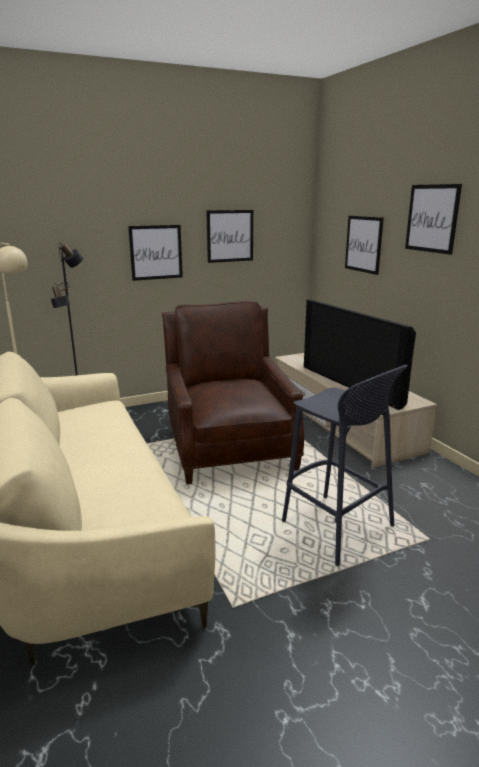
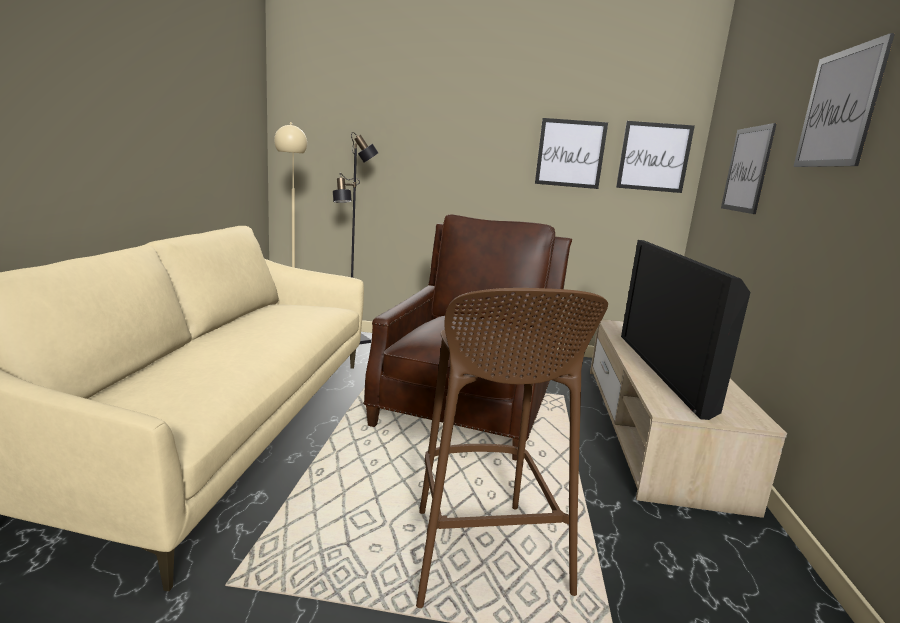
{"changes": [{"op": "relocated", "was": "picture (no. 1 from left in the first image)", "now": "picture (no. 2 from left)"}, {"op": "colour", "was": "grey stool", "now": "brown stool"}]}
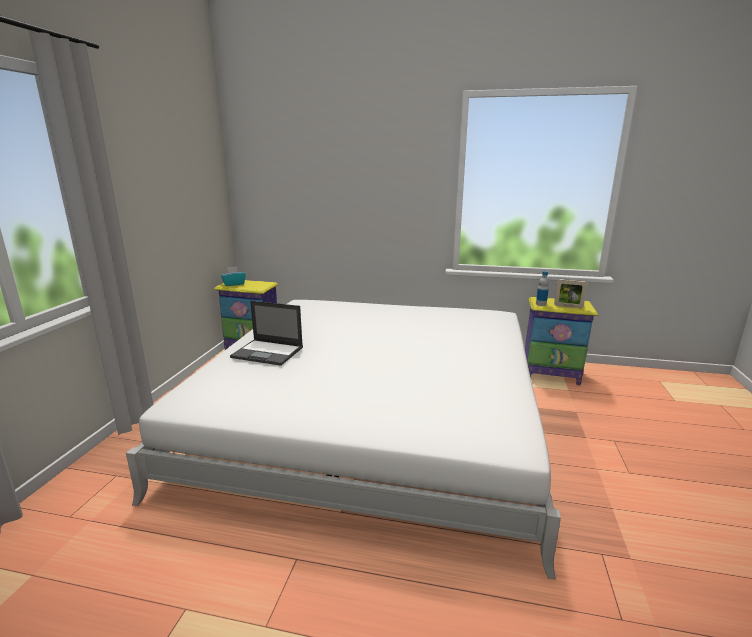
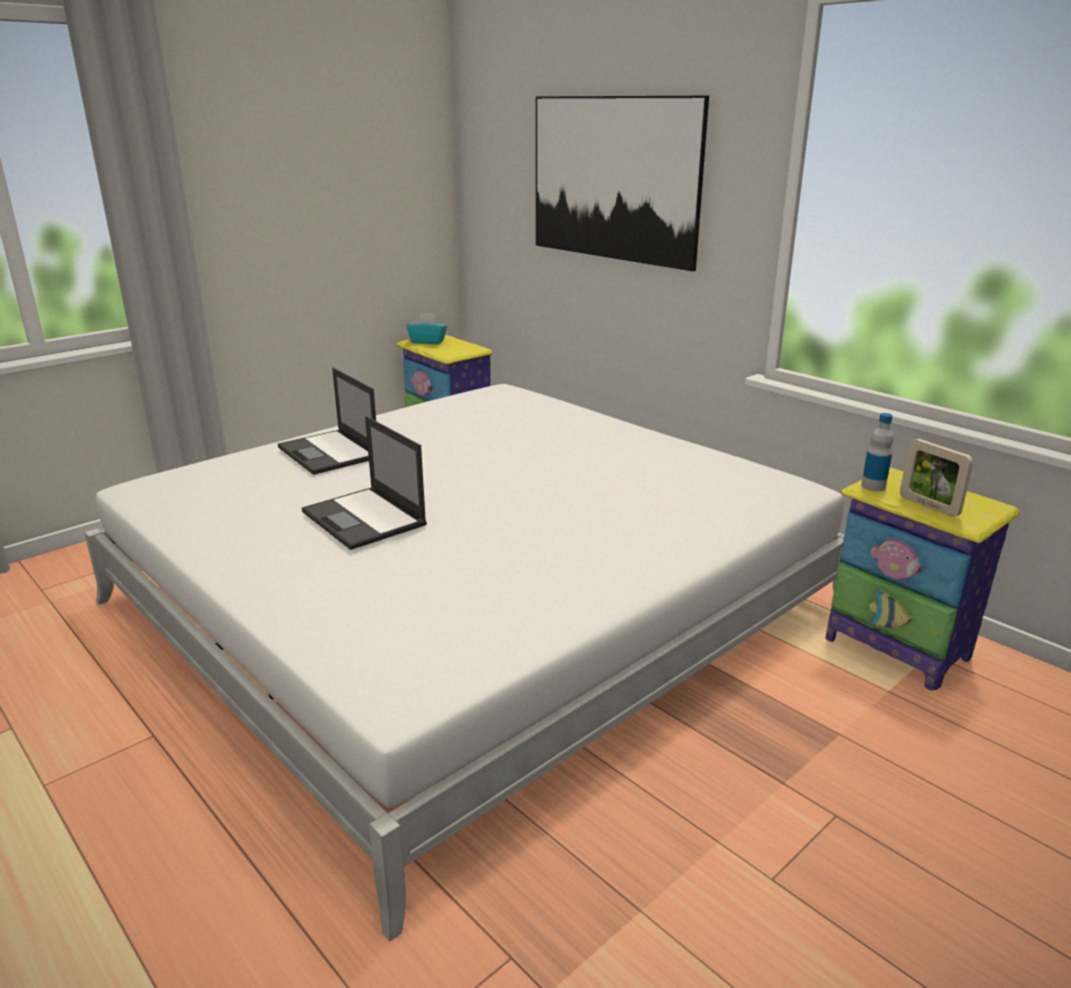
{"changes": [{"op": "appeared", "now": "laptop (no. 2 from left)"}, {"op": "appeared", "now": "picture"}]}
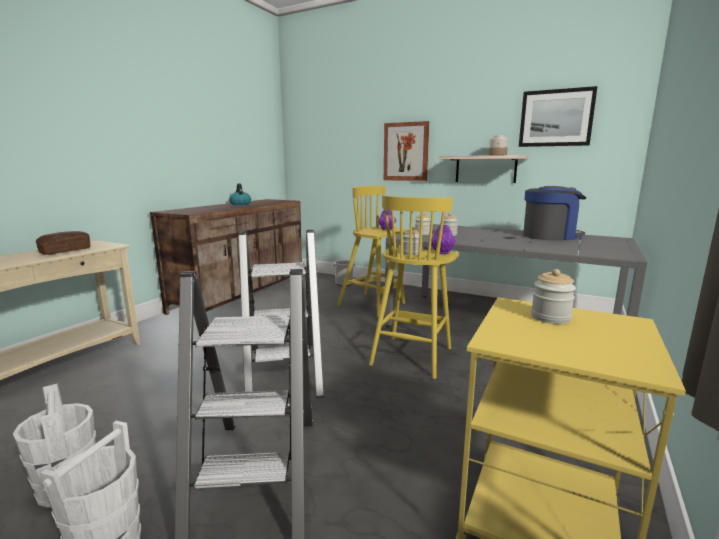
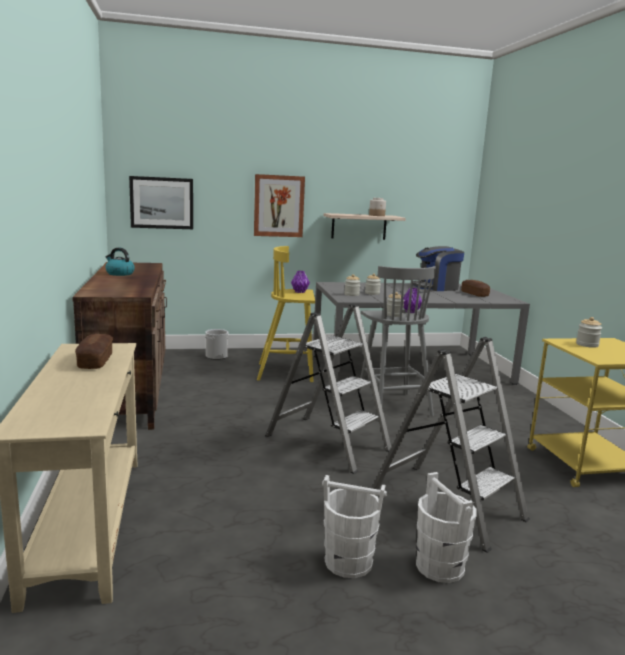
{"changes": [{"op": "colour", "was": "yellow stool (no. 2 from left)", "now": "grey stool"}, {"op": "relocated", "was": "picture (no. 2 from left in the first image)", "now": "picture (no. 1 from left)"}, {"op": "spun", "was": "coffee machine", "clockwise": -150}, {"op": "appeared", "now": "bread (no. 2 from left)"}]}
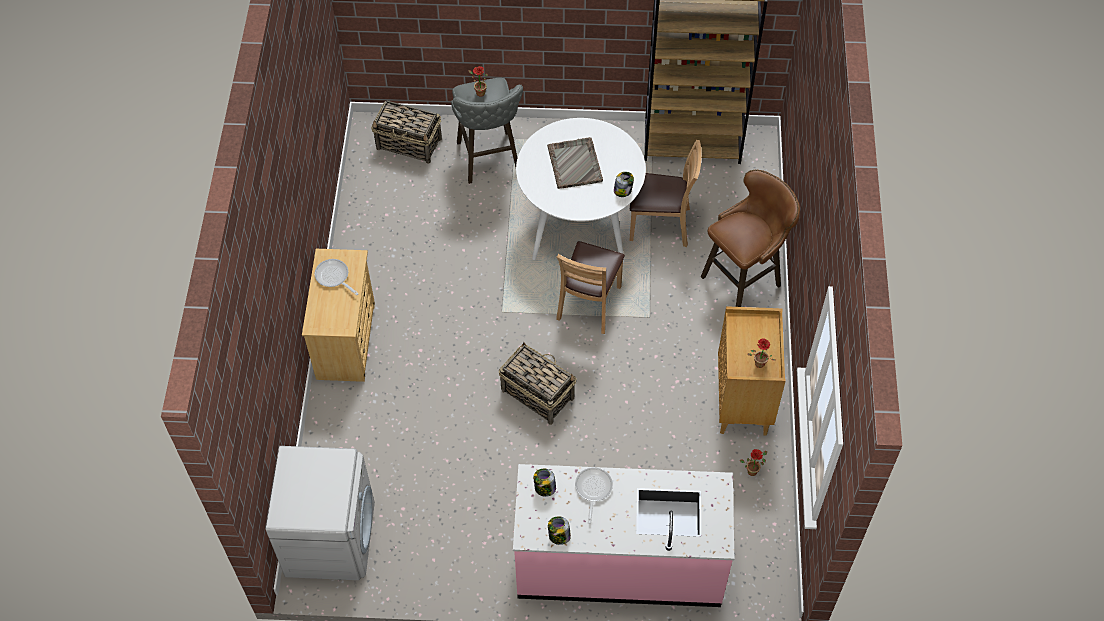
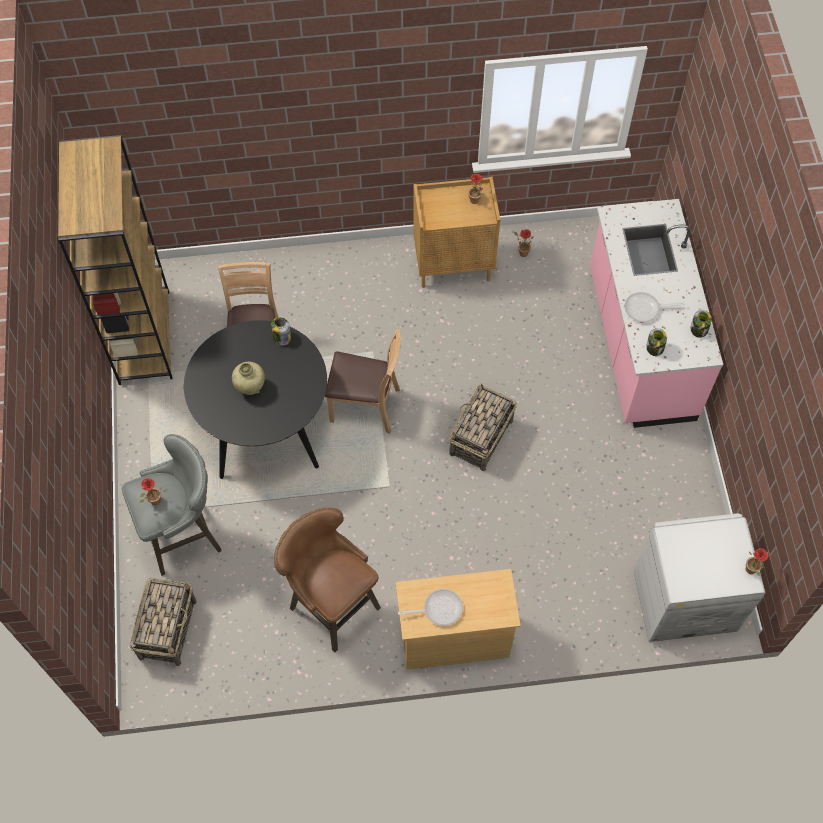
{"changes": [{"op": "spun", "was": "frying pan (no. 1 from left)", "clockwise": -135}, {"op": "colour", "was": "white dining table", "now": "black dining table"}, {"op": "exchanged", "was": "grey tray", "now": "beige vase"}, {"op": "relocated", "was": "brown stool"}, {"op": "appeared", "now": "potted plant (no. 4 from left)"}]}
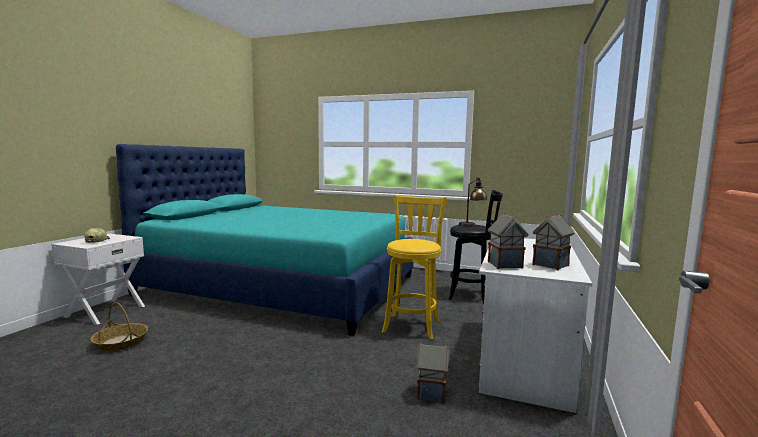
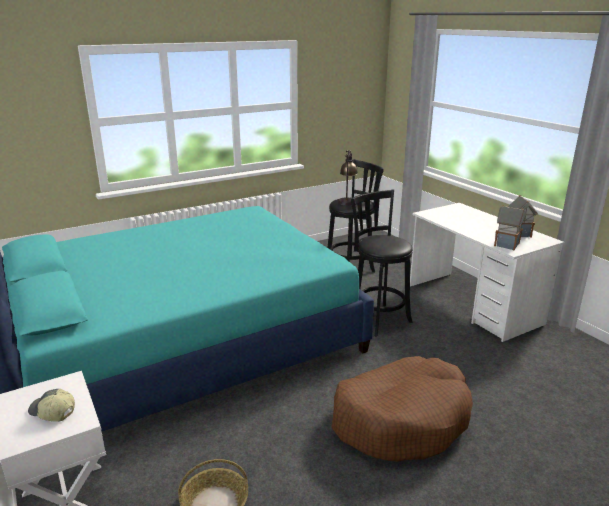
{"changes": [{"op": "colour", "was": "yellow stool", "now": "black stool (no. 2 from left)"}, {"op": "missing", "was": "toy house (no. 1 from left)"}, {"op": "appeared", "now": "brown dog bed"}]}
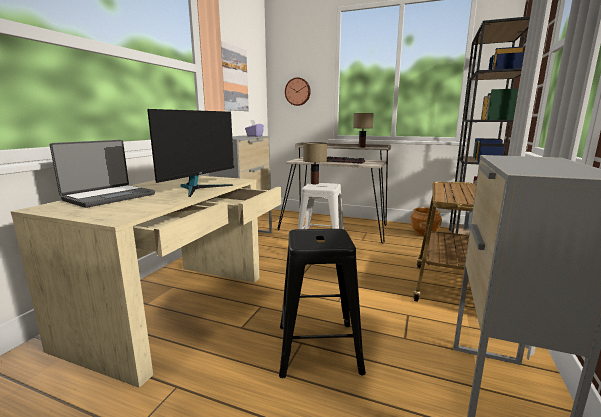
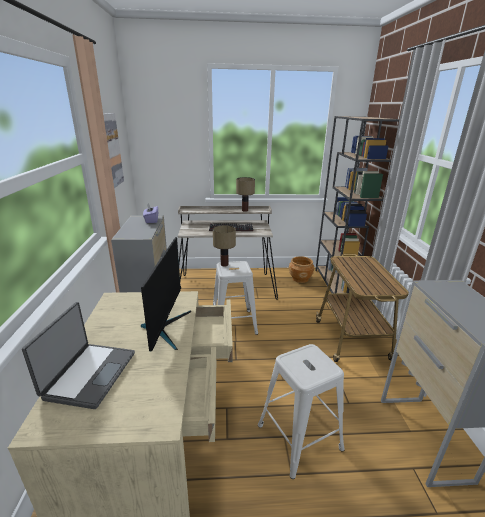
{"changes": [{"op": "colour", "was": "black stool", "now": "white stool (no. 2 from left)"}, {"op": "missing", "was": "wall clock"}]}
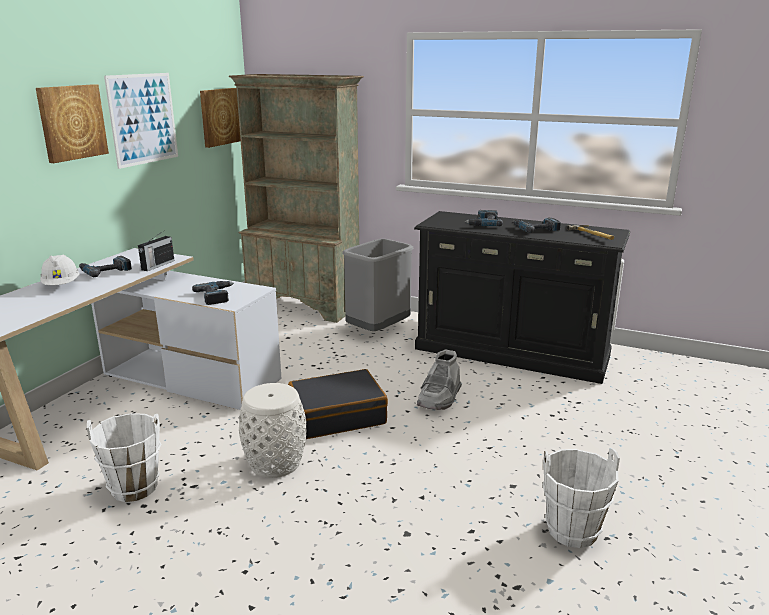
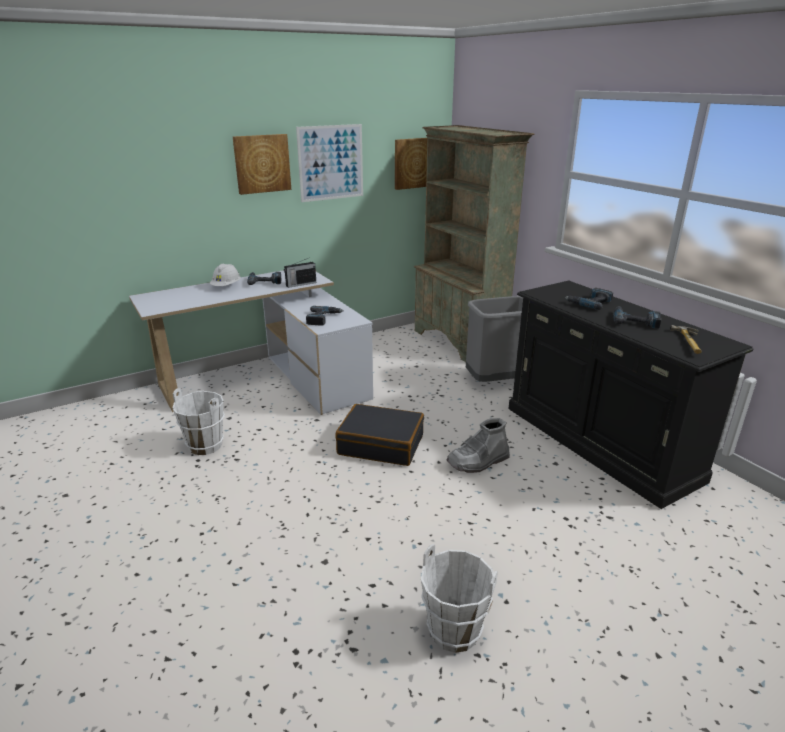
{"changes": [{"op": "missing", "was": "white stool"}]}
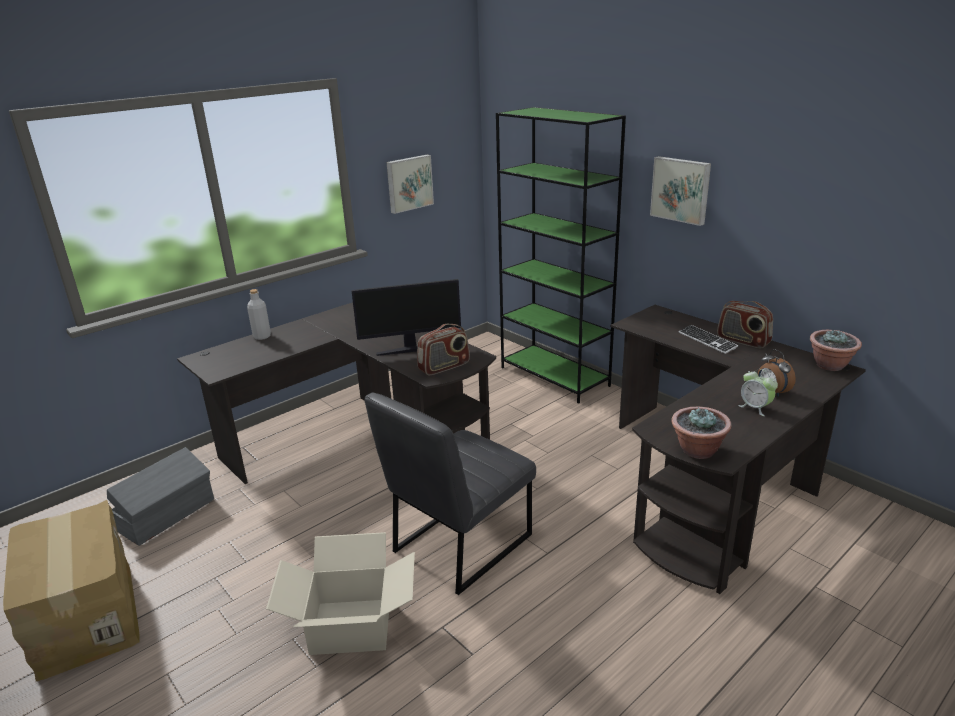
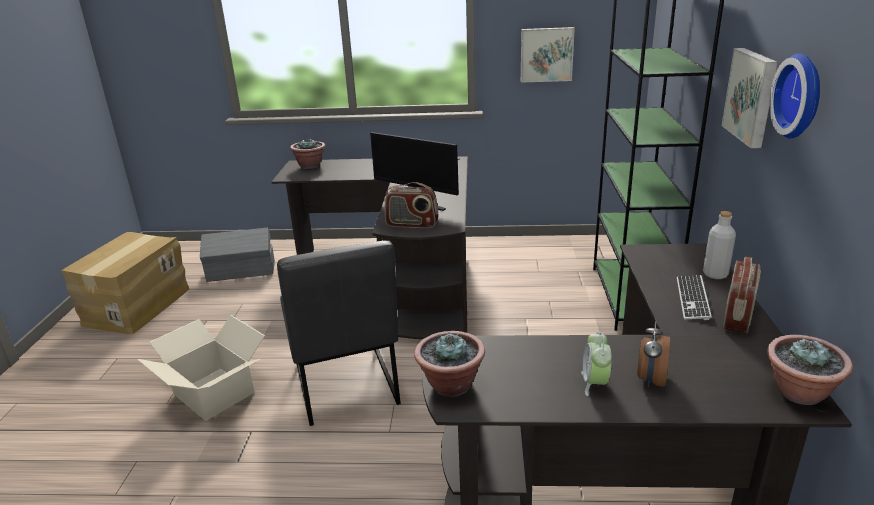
{"changes": [{"op": "relocated", "was": "grey bottle"}, {"op": "spun", "was": "grey chair", "clockwise": -105}, {"op": "spun", "was": "radio (no. 2 from left)", "clockwise": -150}, {"op": "appeared", "now": "potted plant (no. 1 from left)"}, {"op": "appeared", "now": "wall clock"}]}
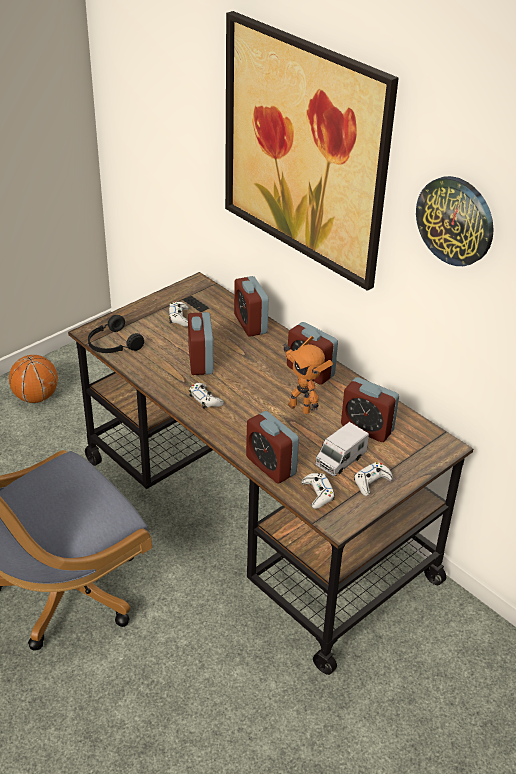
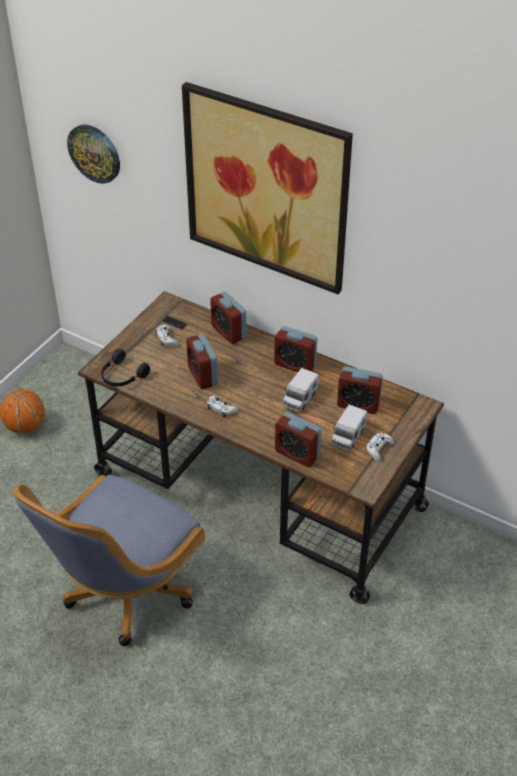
{"changes": [{"op": "exchanged", "was": "toy robot", "now": "toy truck (no. 1 from left)"}, {"op": "missing", "was": "white game controller (no. 3 from left)"}, {"op": "relocated", "was": "wall clock"}]}
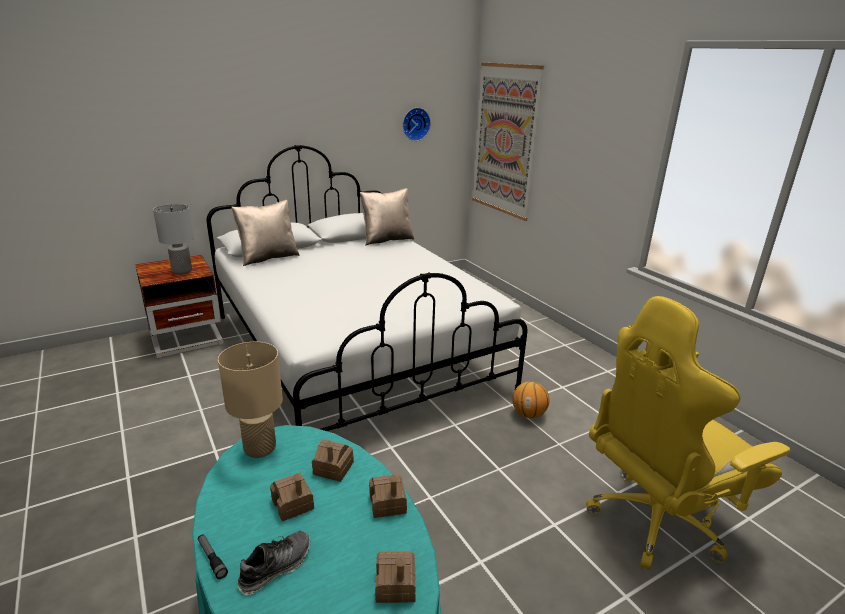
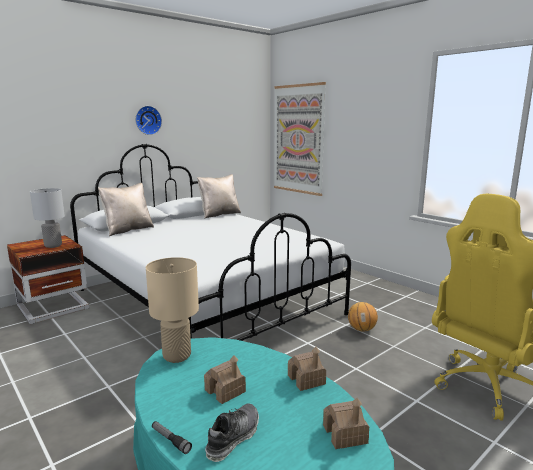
{"changes": [{"op": "missing", "was": "toy house (no. 2 from left)"}, {"op": "relocated", "was": "wall clock"}]}
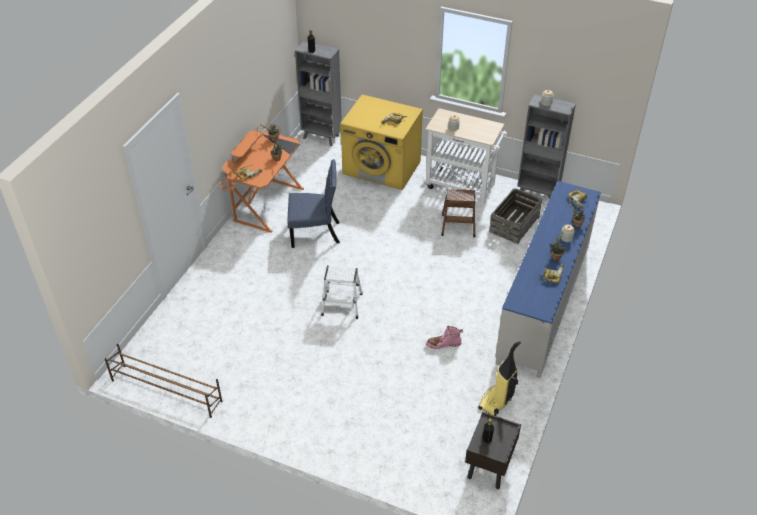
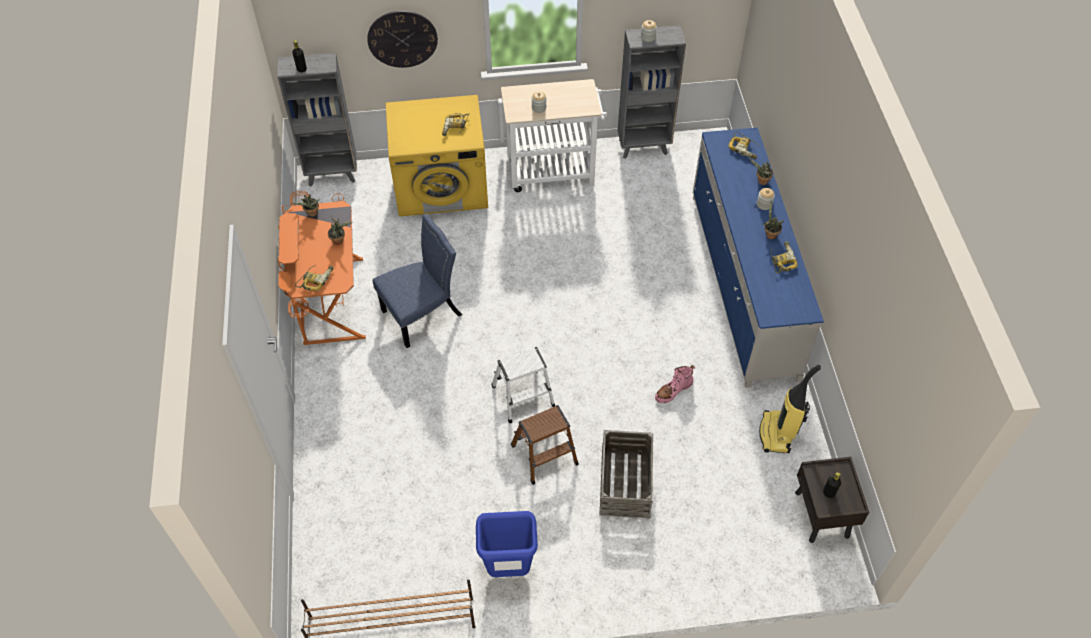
{"changes": [{"op": "relocated", "was": "brown step ladder"}, {"op": "relocated", "was": "crate"}, {"op": "appeared", "now": "wall clock"}, {"op": "appeared", "now": "blue trash can"}]}
